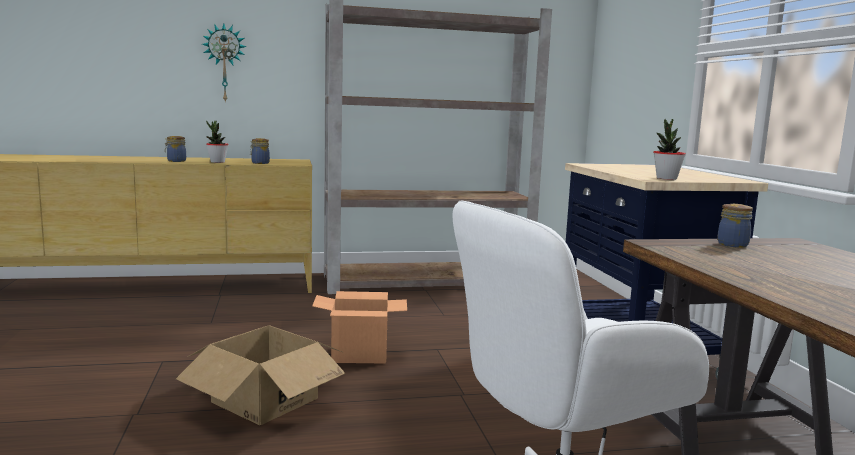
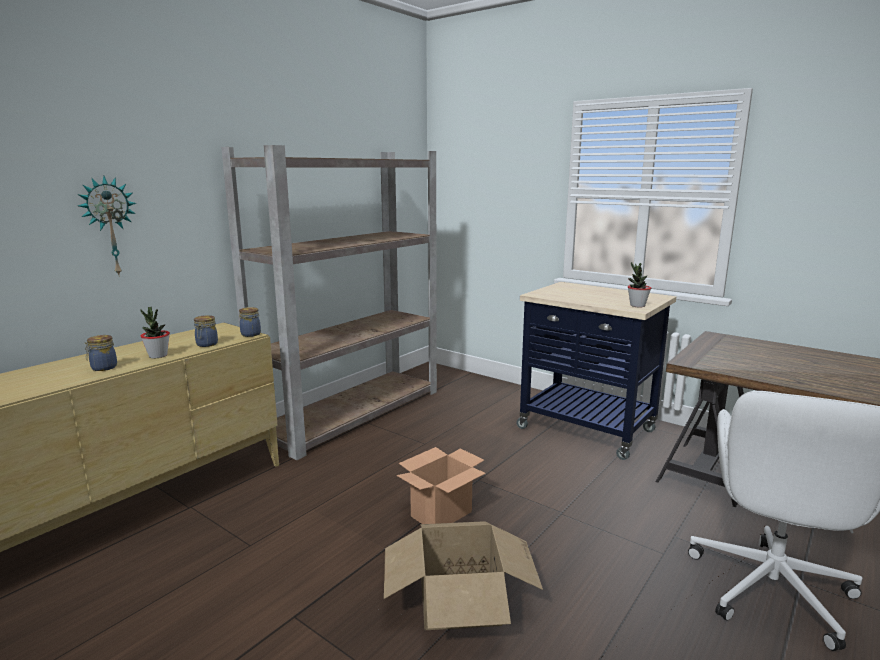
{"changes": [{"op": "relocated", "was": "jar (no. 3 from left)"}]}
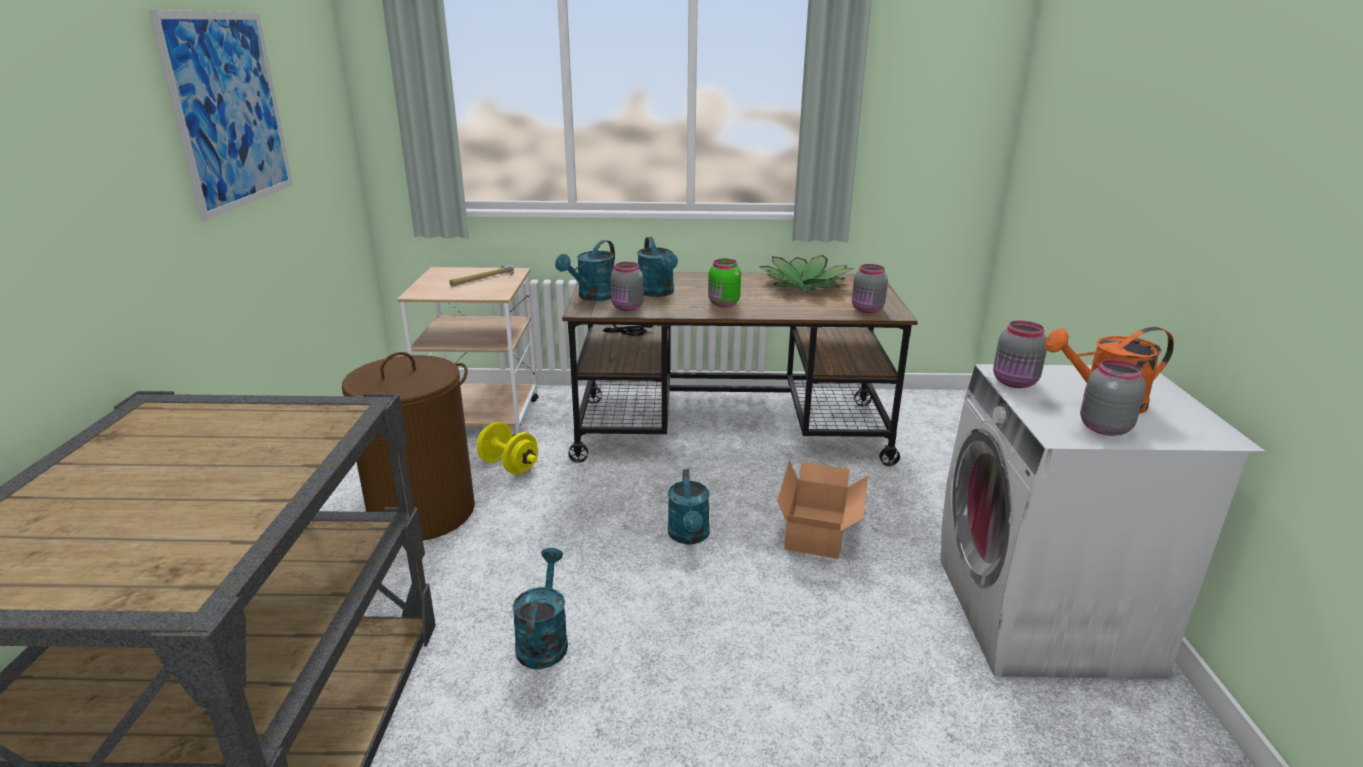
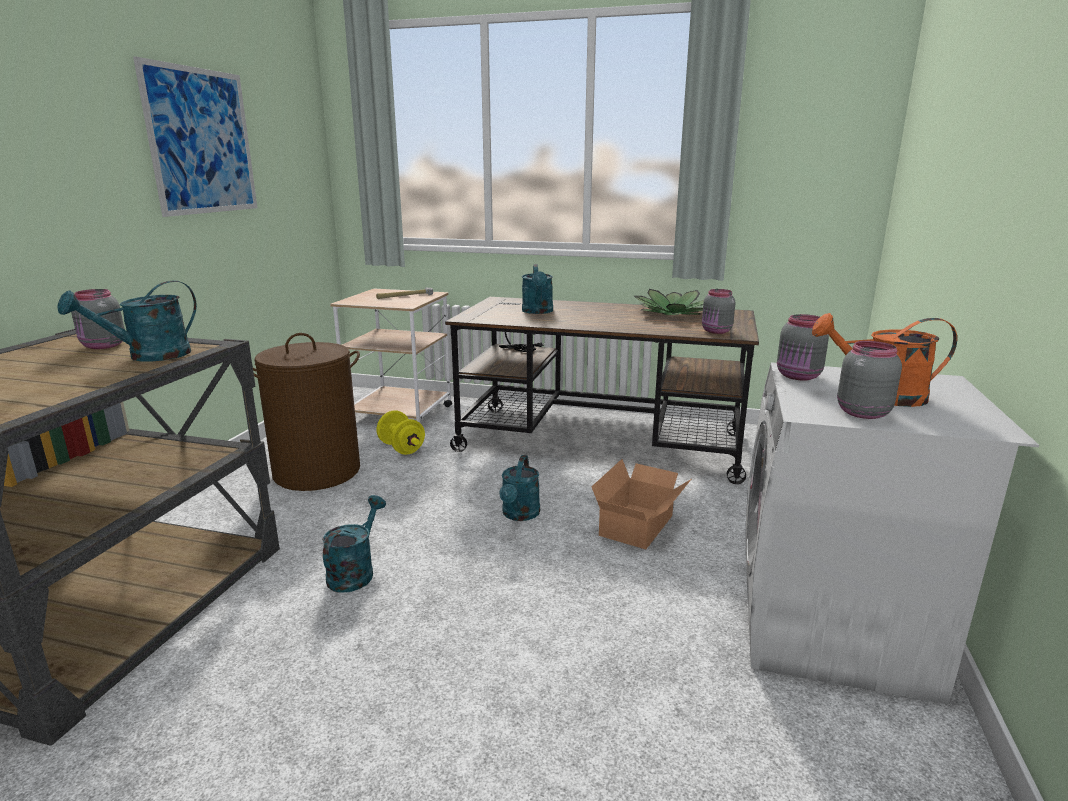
{"changes": [{"op": "relocated", "was": "turquoise watering can (no. 2 from left in the first image)", "now": "turquoise watering can (no. 1 from left)"}, {"op": "relocated", "was": "grey jar (no. 1 from left)"}, {"op": "missing", "was": "green jar"}]}
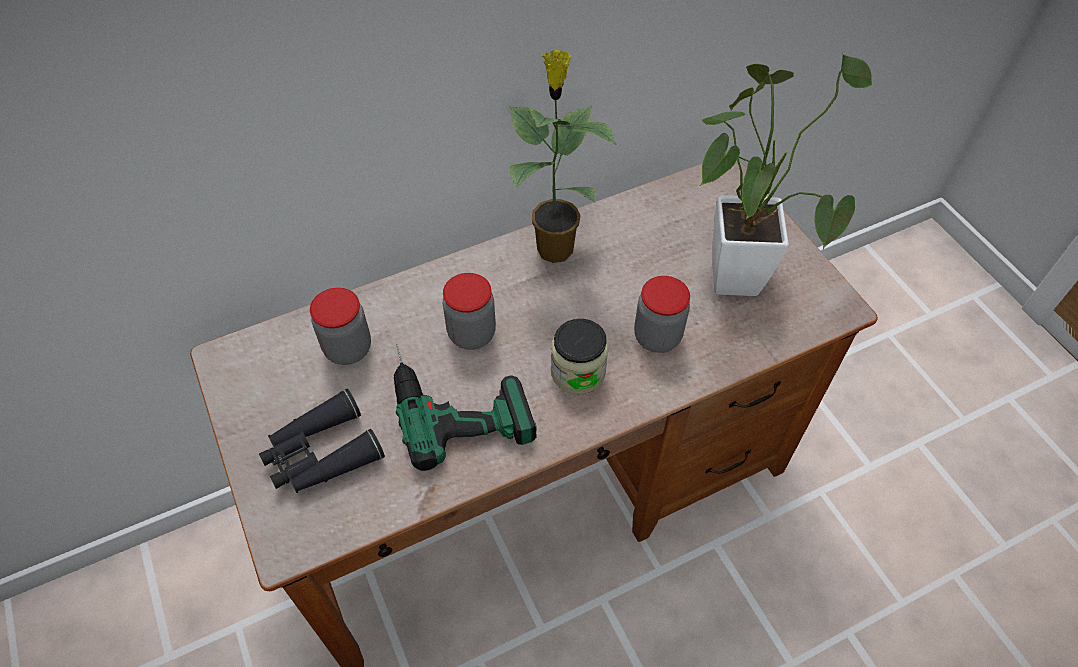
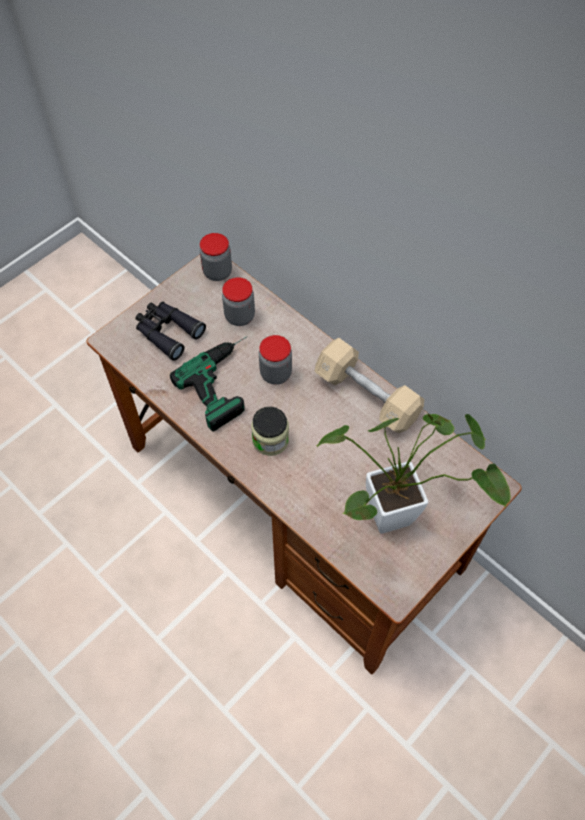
{"changes": [{"op": "exchanged", "was": "potted plant (no. 1 from left)", "now": "beige dumbbell"}, {"op": "relocated", "was": "jar (no. 4 from left in the first image)", "now": "jar (no. 1 from left)"}]}
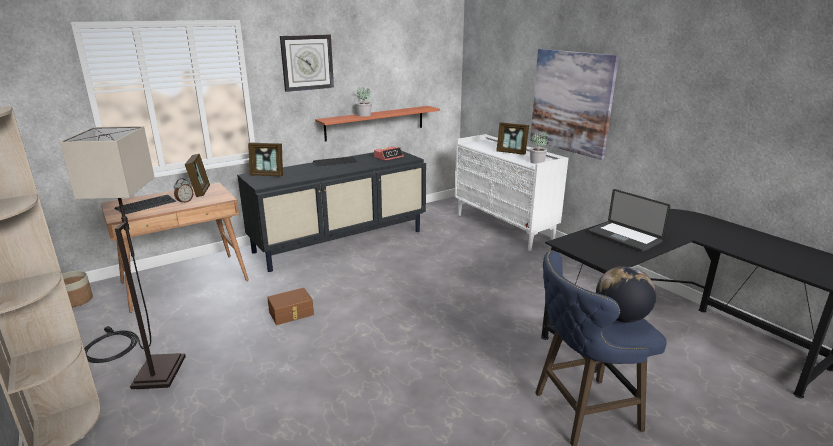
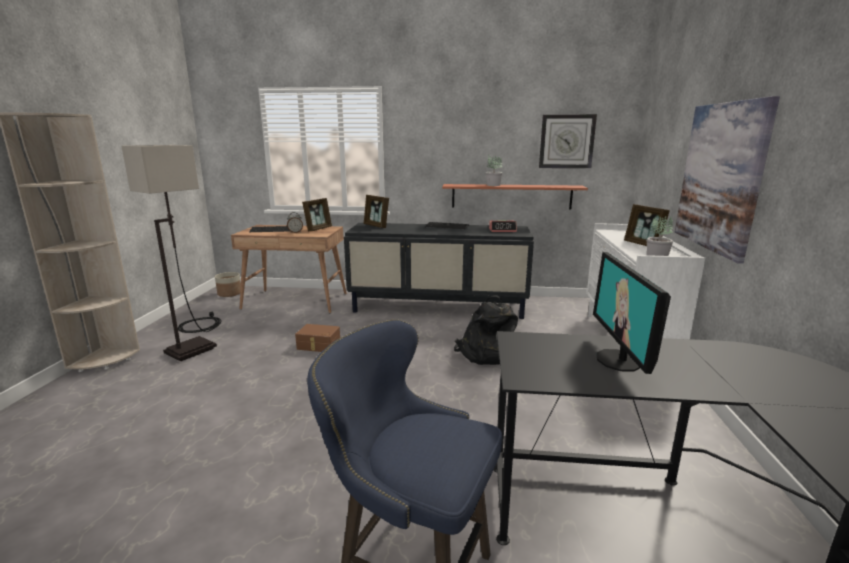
{"changes": [{"op": "relocated", "was": "wall clock"}, {"op": "exchanged", "was": "laptop", "now": "monitor"}, {"op": "missing", "was": "globe"}, {"op": "appeared", "now": "black backpack"}]}
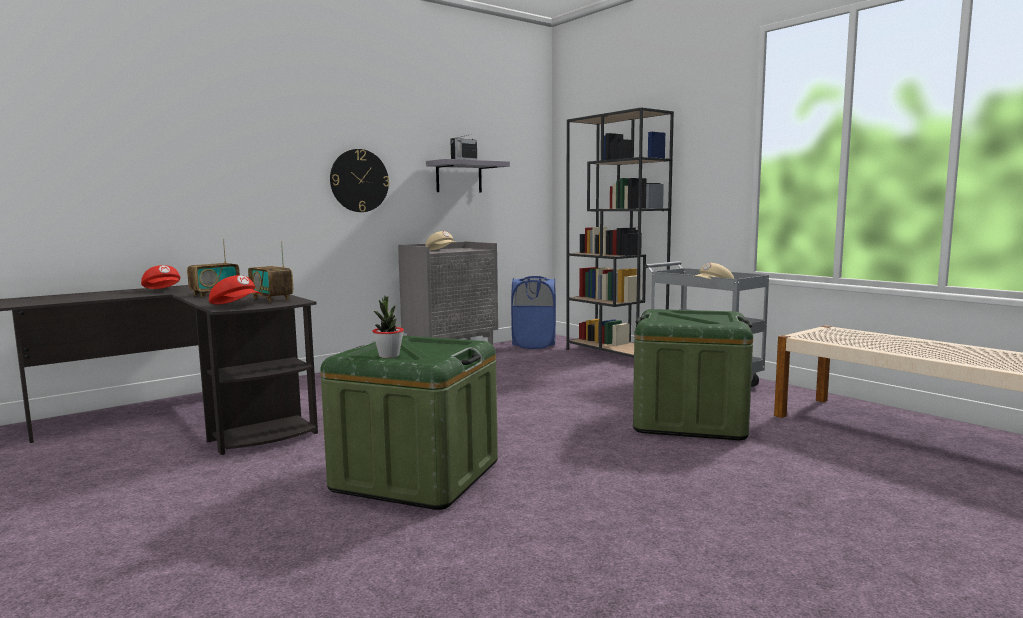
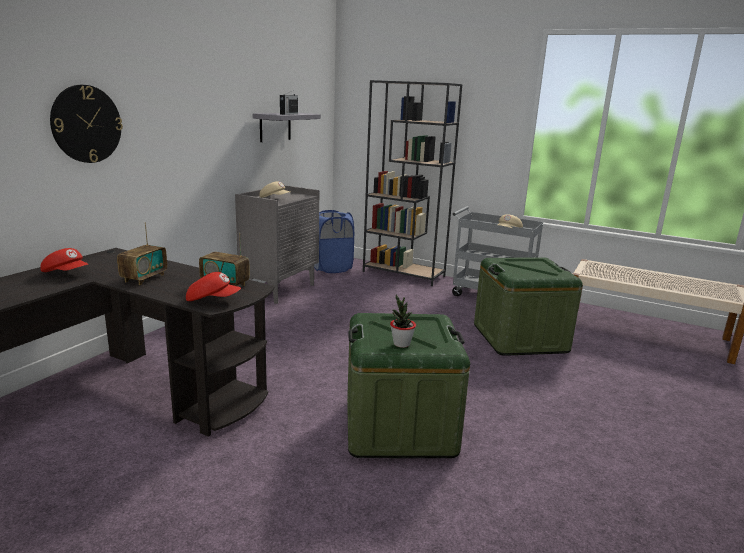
{"changes": [{"op": "relocated", "was": "wall clock"}]}
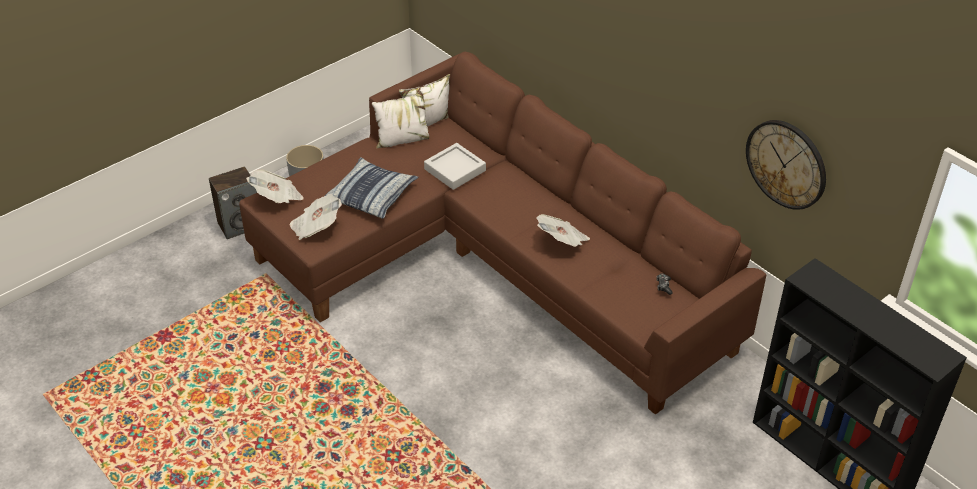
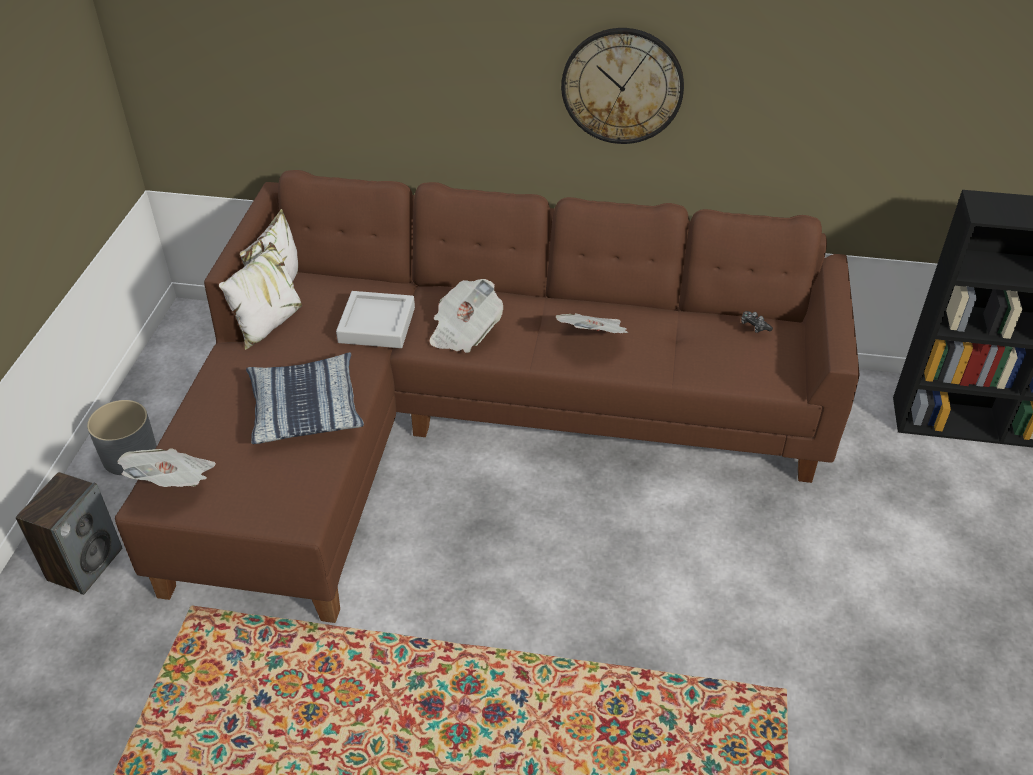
{"changes": [{"op": "relocated", "was": "newspaper (no. 2 from left)"}, {"op": "relocated", "was": "wall clock"}]}
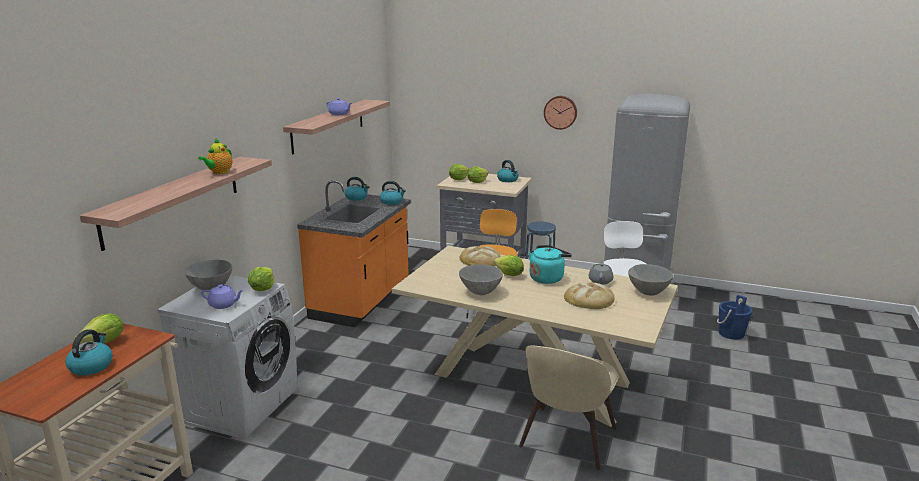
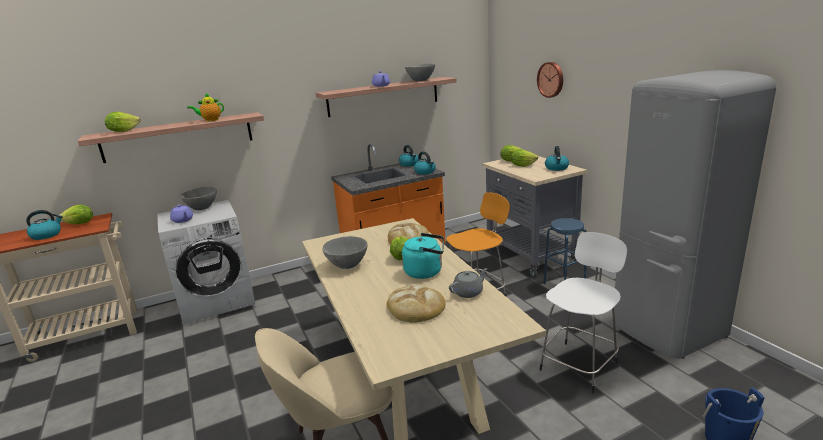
{"changes": [{"op": "relocated", "was": "lettuce (no. 2 from left)"}, {"op": "relocated", "was": "wall clock"}, {"op": "relocated", "was": "grey bowl (no. 3 from left)"}]}
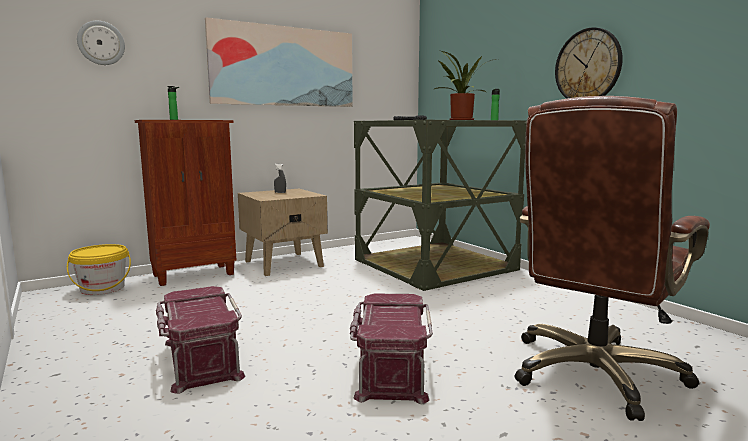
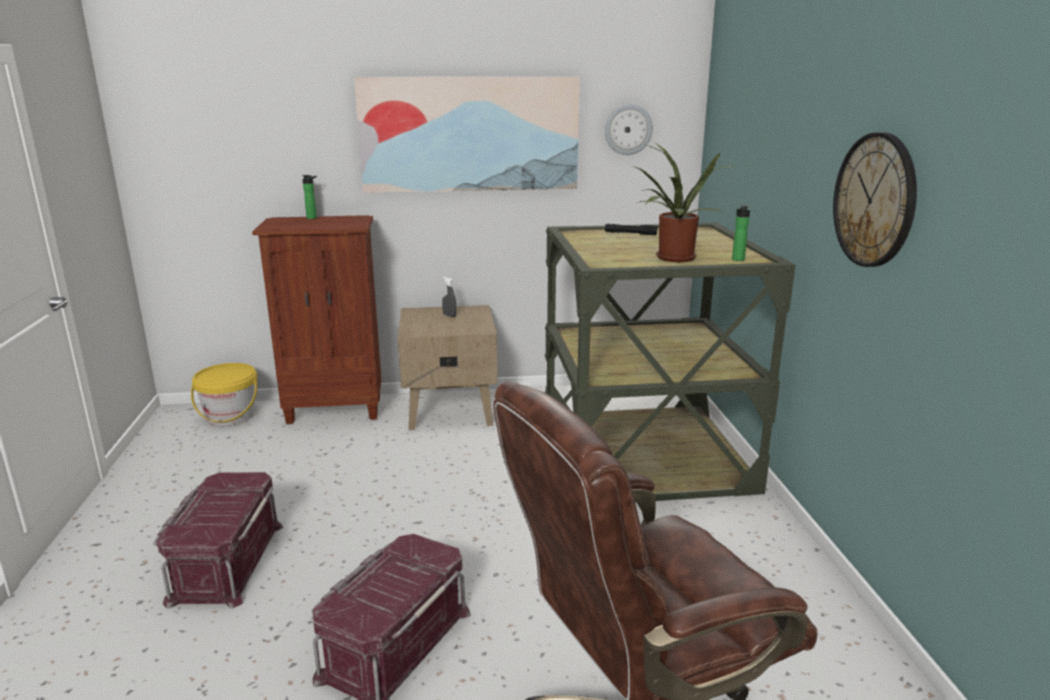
{"changes": [{"op": "relocated", "was": "wall clock (no. 1 from left)"}]}
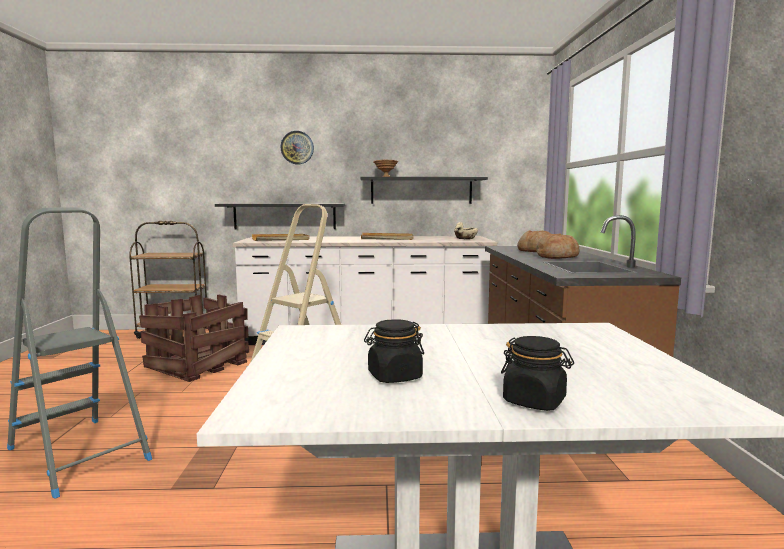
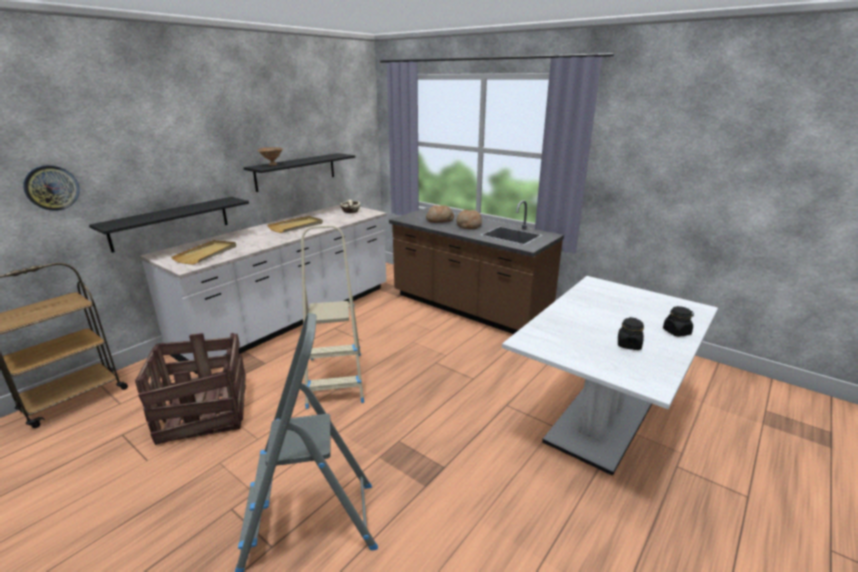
{"changes": [{"op": "relocated", "was": "wall clock"}]}
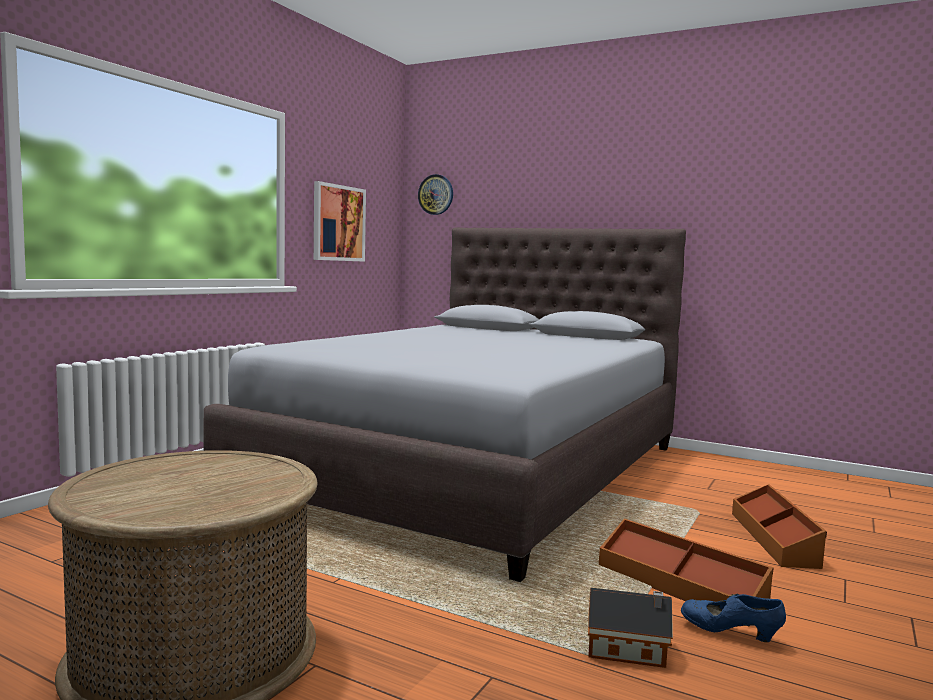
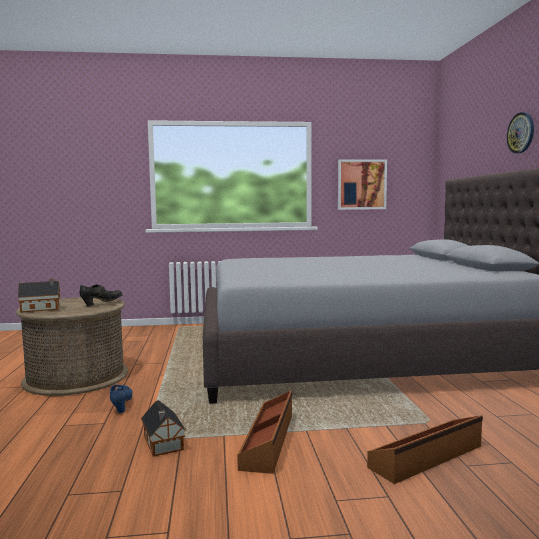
{"changes": [{"op": "relocated", "was": "wall clock"}, {"op": "relocated", "was": "blue shoe"}, {"op": "appeared", "now": "toy house (no. 1 from left)"}, {"op": "appeared", "now": "black shoe"}]}
